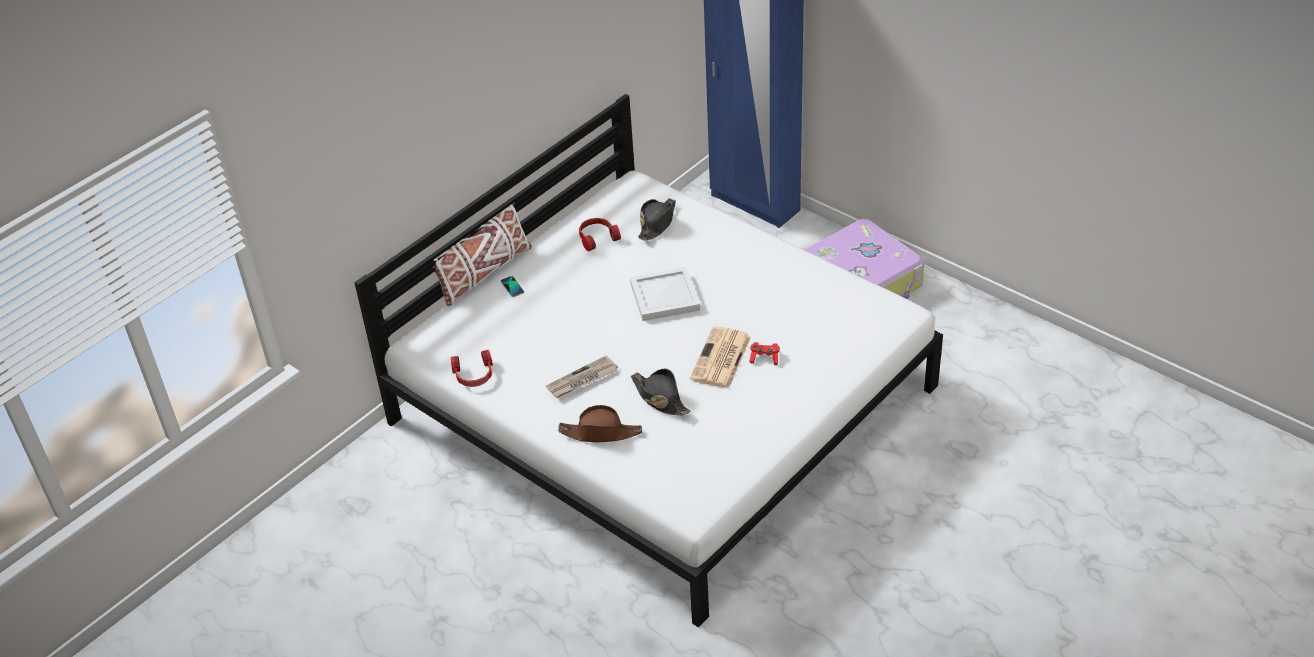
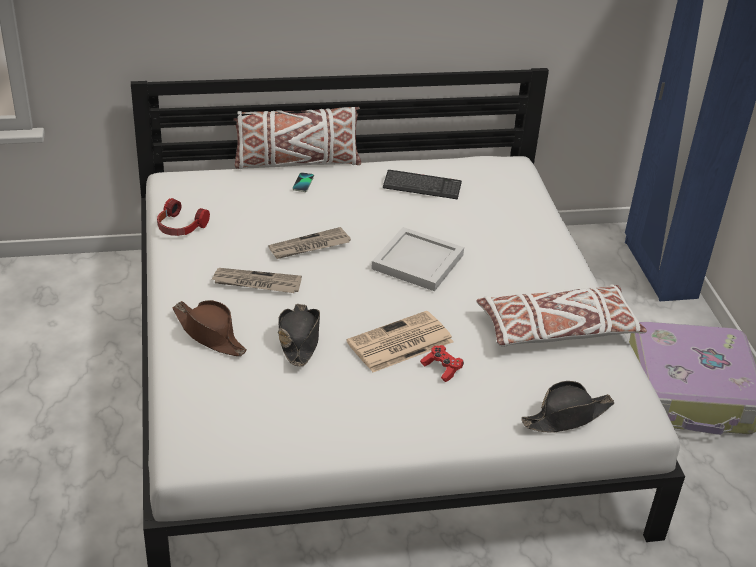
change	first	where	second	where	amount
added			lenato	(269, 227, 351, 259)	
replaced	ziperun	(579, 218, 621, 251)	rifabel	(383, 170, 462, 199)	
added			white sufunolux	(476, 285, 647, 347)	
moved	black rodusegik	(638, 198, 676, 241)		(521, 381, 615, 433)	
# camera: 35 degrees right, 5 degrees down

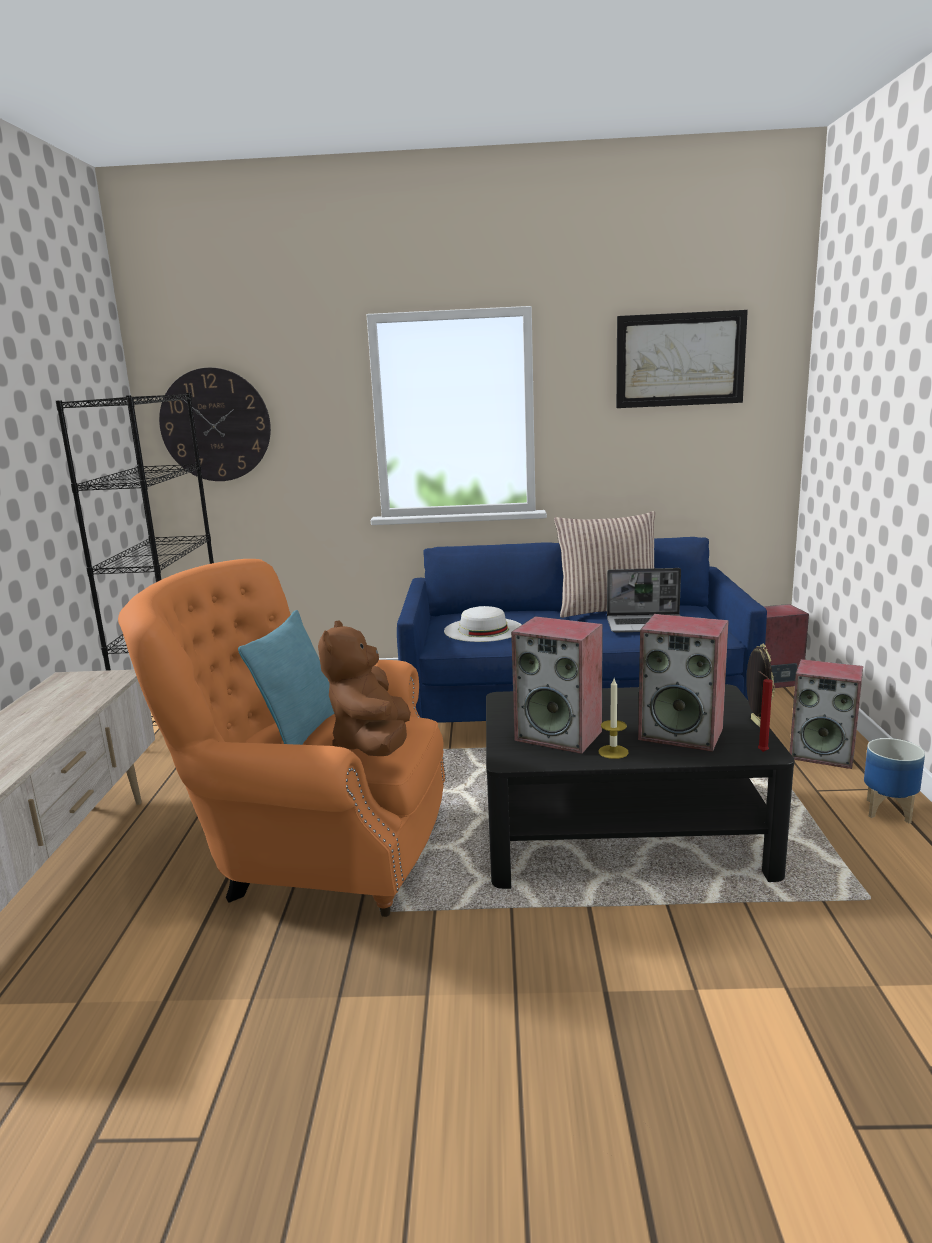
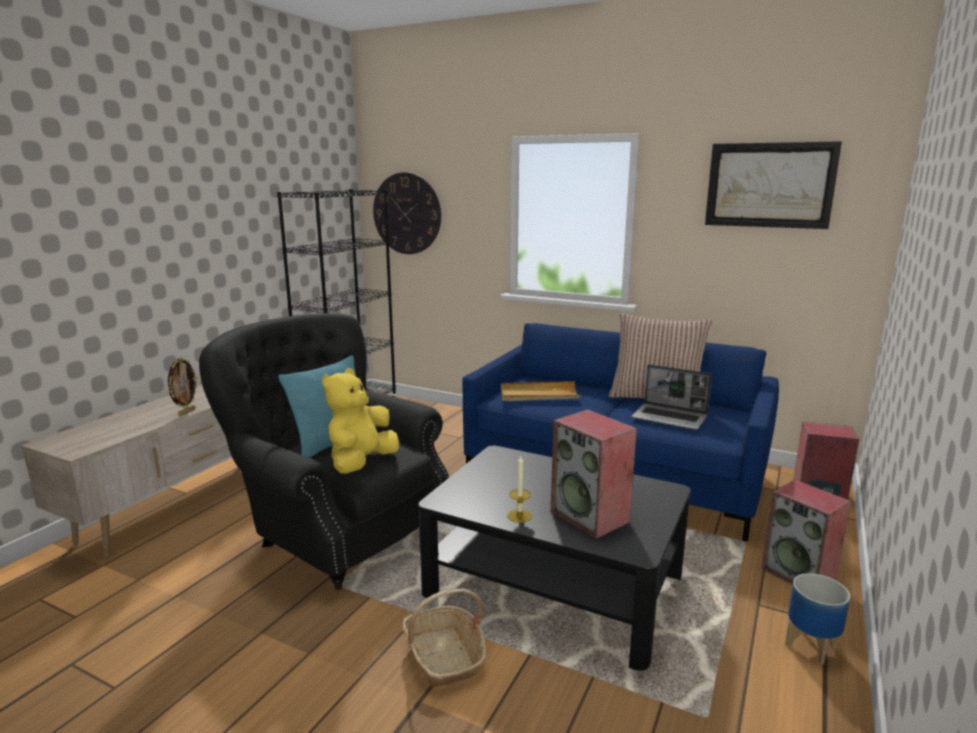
change	first	where	second	where	amount
moved	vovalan	(746, 644, 775, 727)		(168, 357, 198, 416)	
recoloured	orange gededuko	(118, 559, 446, 917)	black gededuko	(199, 313, 449, 590)	
recoloured	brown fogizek	(318, 620, 411, 756)	yellow fogizek	(322, 369, 399, 474)	
added			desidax	(402, 589, 486, 687)	
replaced	white rodusegik	(444, 606, 521, 642)	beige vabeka	(501, 381, 580, 401)	
removed	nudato	(511, 616, 603, 754)			
removed	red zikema	(758, 671, 773, 752)			
# camera: 25 degrees right, 0 degrees up

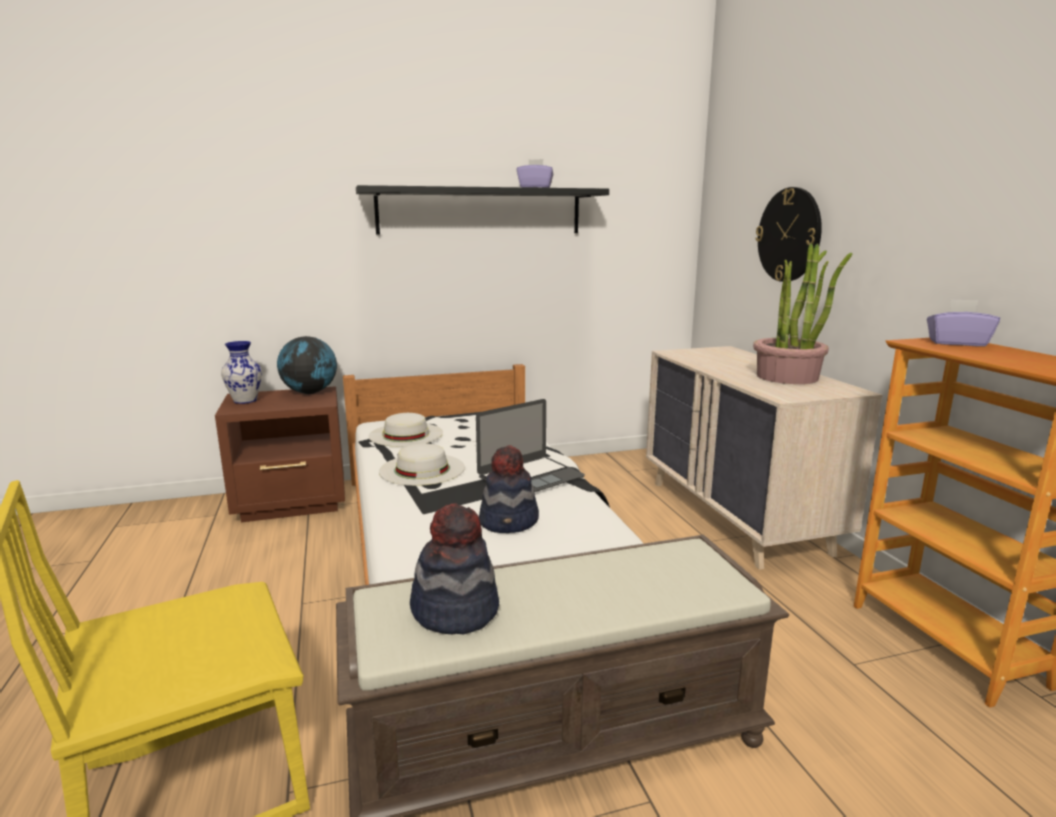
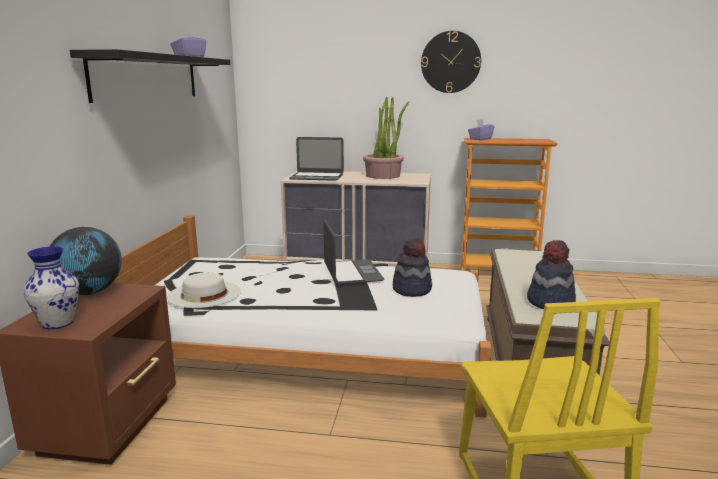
change	first	where	second	where	amount
added			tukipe	(289, 137, 344, 181)	
moved	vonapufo	(756, 187, 822, 282)		(421, 31, 481, 93)	
removed	white rodusegik	(379, 443, 465, 486)			
# camera: 65 degrees left, 0 degrees up

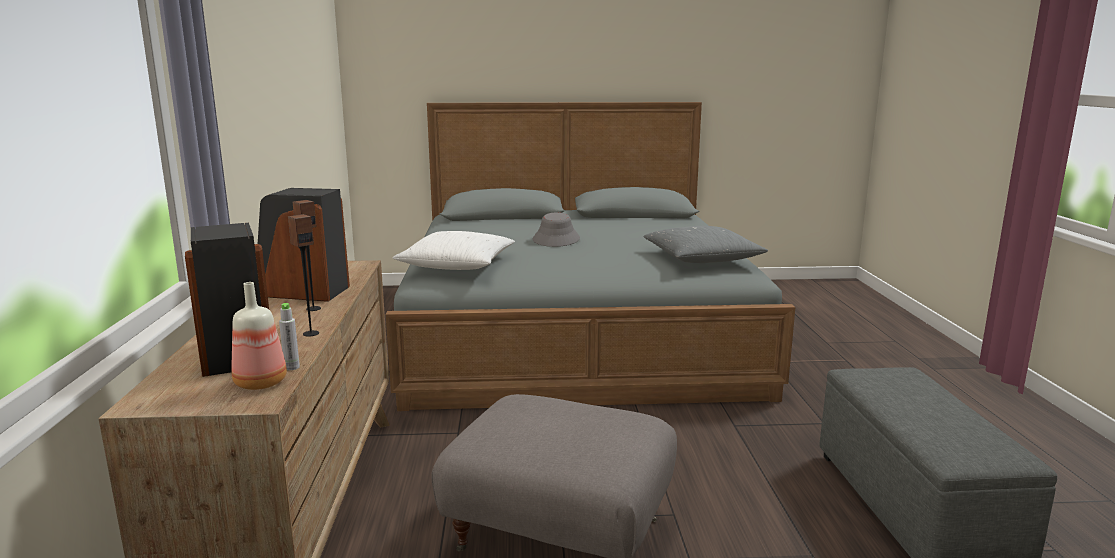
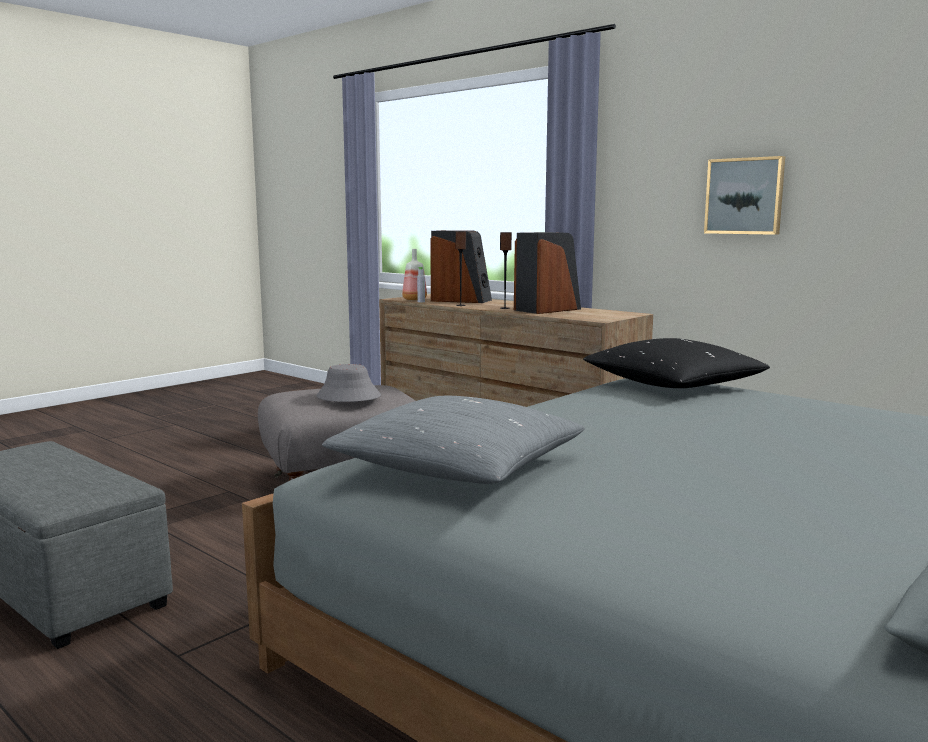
change	first	where	second	where	amount
moved	grey rodusegik	(533, 212, 580, 247)		(316, 364, 381, 402)	
recoloured	white sufunolux	(393, 231, 515, 270)	black sufunolux	(583, 338, 770, 388)	
added			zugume	(704, 156, 785, 235)	
# camera: 135 degrees right, 5 degrees down

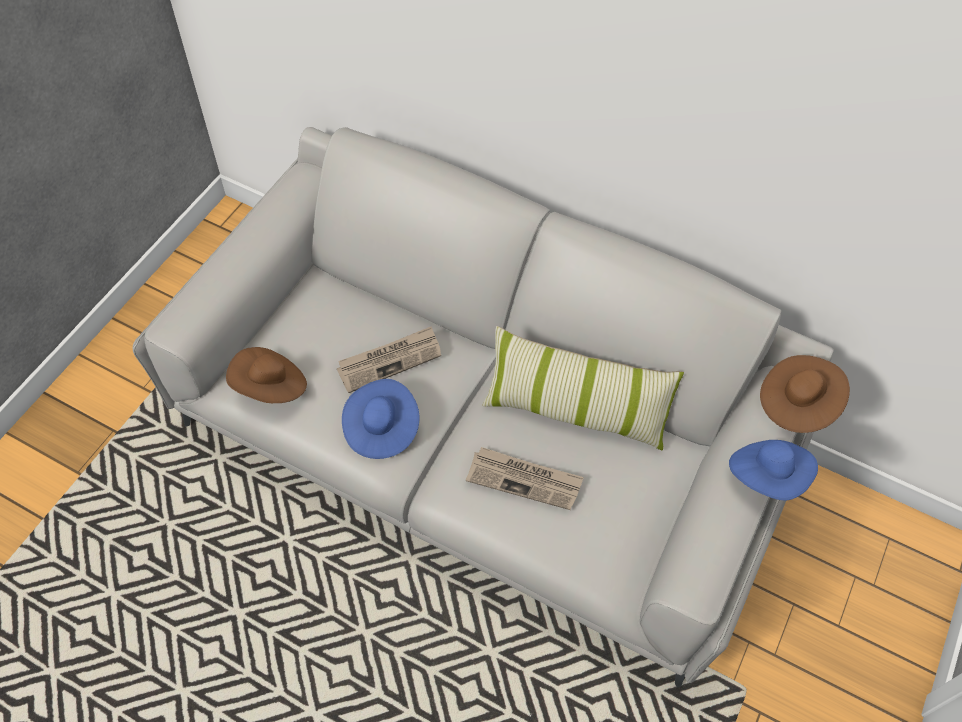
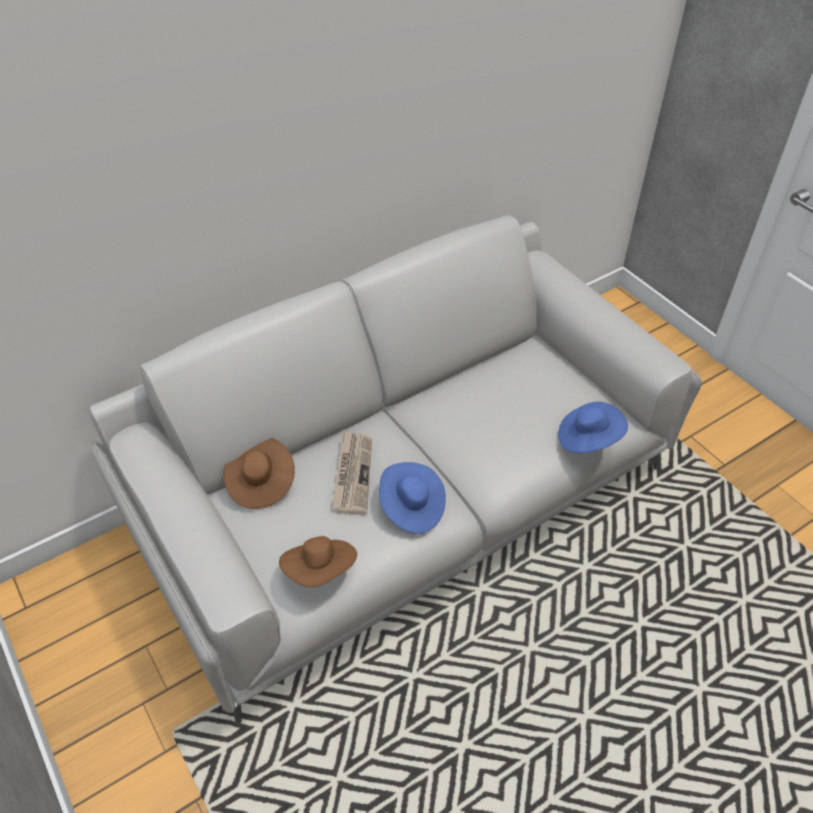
change	first	where	second	where	amount
moved	brown rodusegik	(760, 355, 850, 433)		(223, 438, 295, 509)	
moved	blue rodusegik	(729, 440, 818, 500)		(558, 402, 628, 453)	
removed	lenato	(466, 447, 584, 510)			
removed	sufunolux	(482, 326, 684, 450)			
# camera: 60 degrees left, 10 degrees down

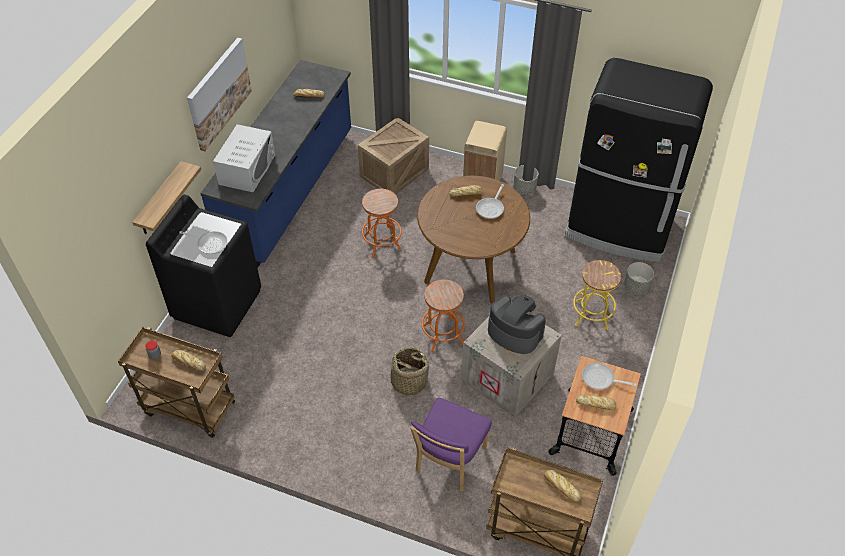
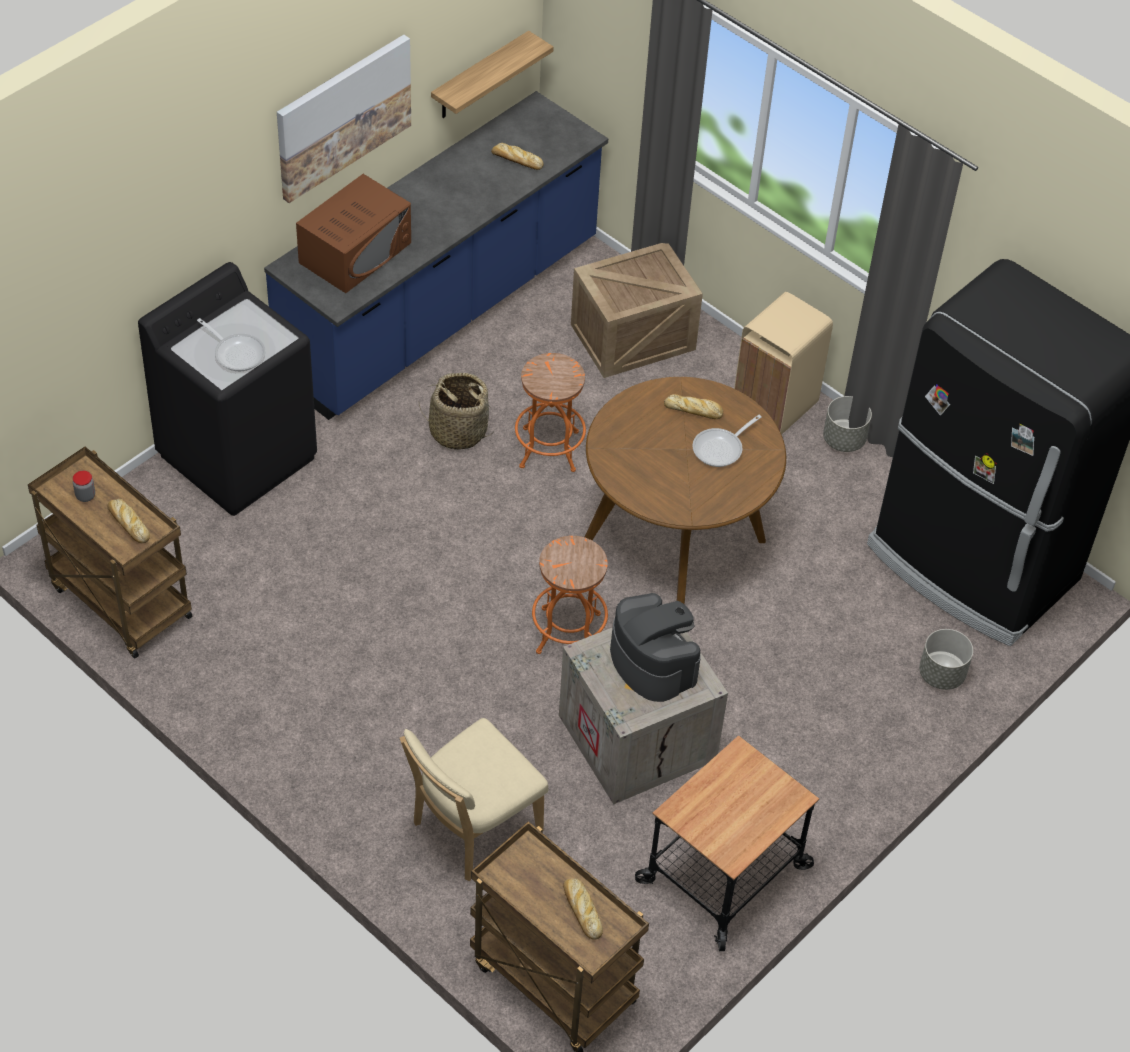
change	first	where	second	where	amount
recoloured	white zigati	(213, 124, 275, 192)	brown zigati	(296, 174, 411, 293)	
recoloured	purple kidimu	(410, 398, 492, 491)	beige kidimu	(400, 718, 548, 881)	
moved	desidax	(382, 347, 433, 396)		(419, 373, 493, 450)	
moved	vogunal	(132, 161, 201, 234)		(431, 31, 554, 118)	
removed	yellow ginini	(573, 260, 621, 330)			
removed	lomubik	(576, 394, 616, 410)			
removed	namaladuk	(582, 362, 636, 390)			
# camera: 20 degrees right, 0 degrees up

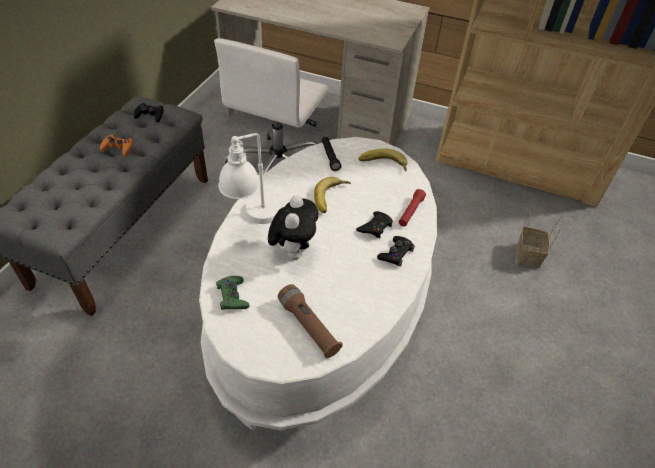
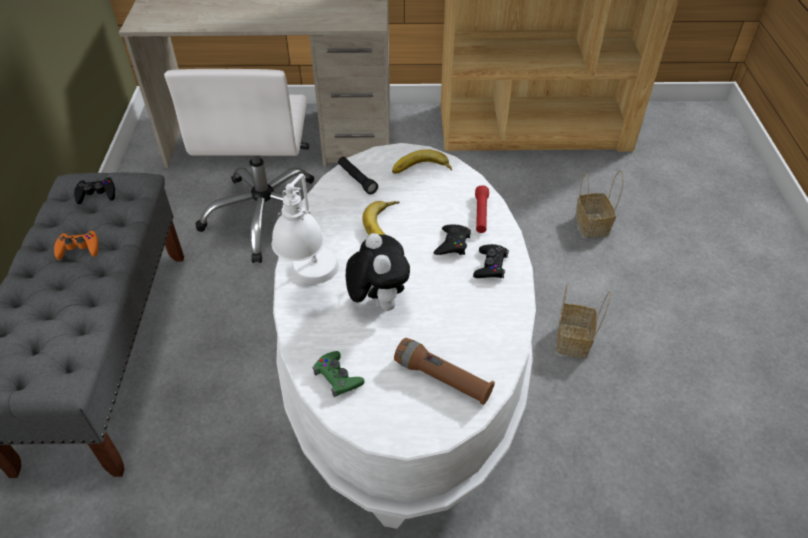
change	first	where	second	where	amount
added			desidax	(556, 284, 611, 359)	
# camera: 20 degrees left, 0 degrees up

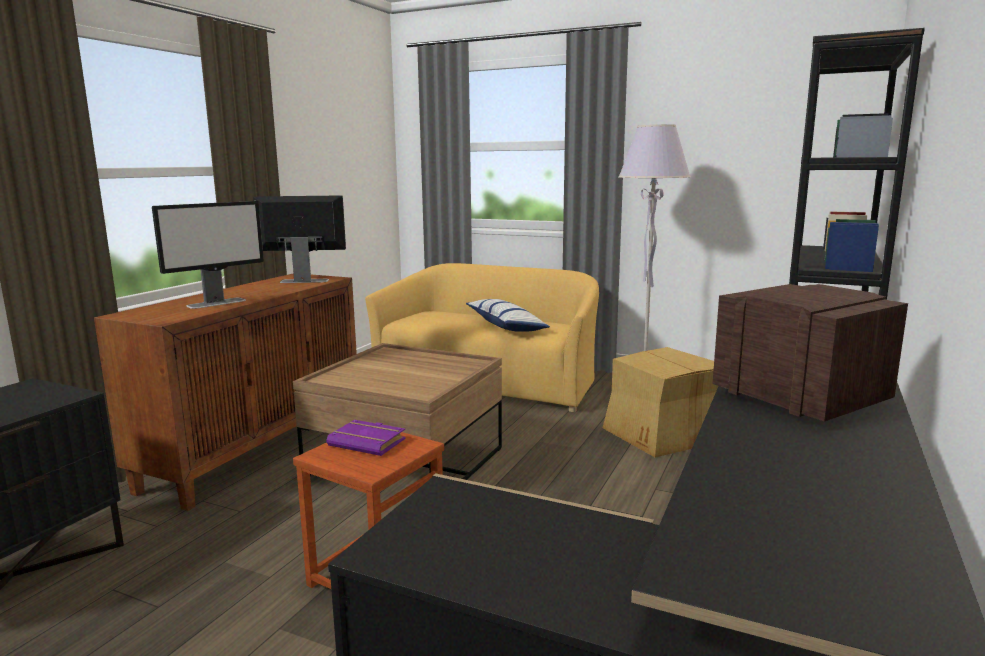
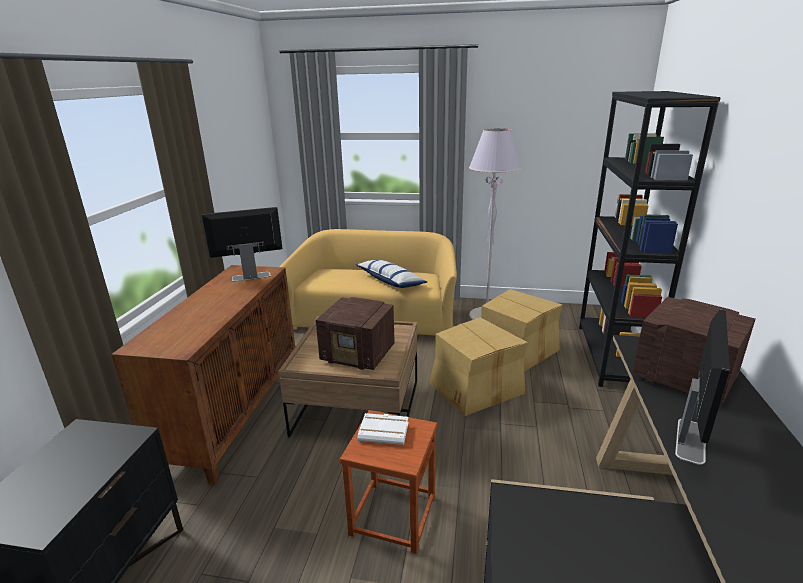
change	first	where	second	where	amount
added			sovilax	(316, 297, 395, 370)	
recoloured	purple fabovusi	(327, 420, 406, 456)	white fabovusi	(357, 413, 409, 445)	
added			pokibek	(429, 317, 528, 416)	
moved	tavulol	(152, 201, 264, 309)		(675, 310, 730, 465)	
# camera: 15 degrees left, 10 degrees up

